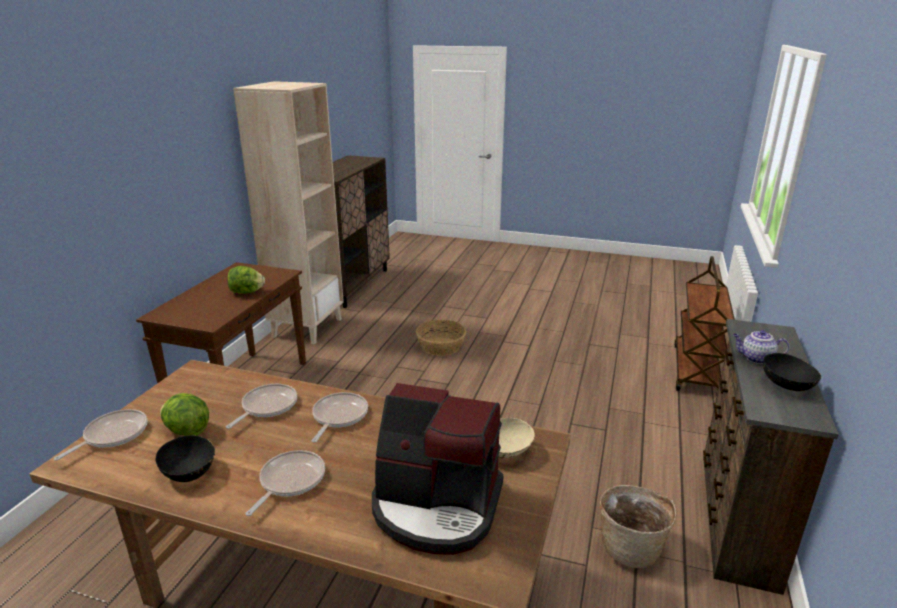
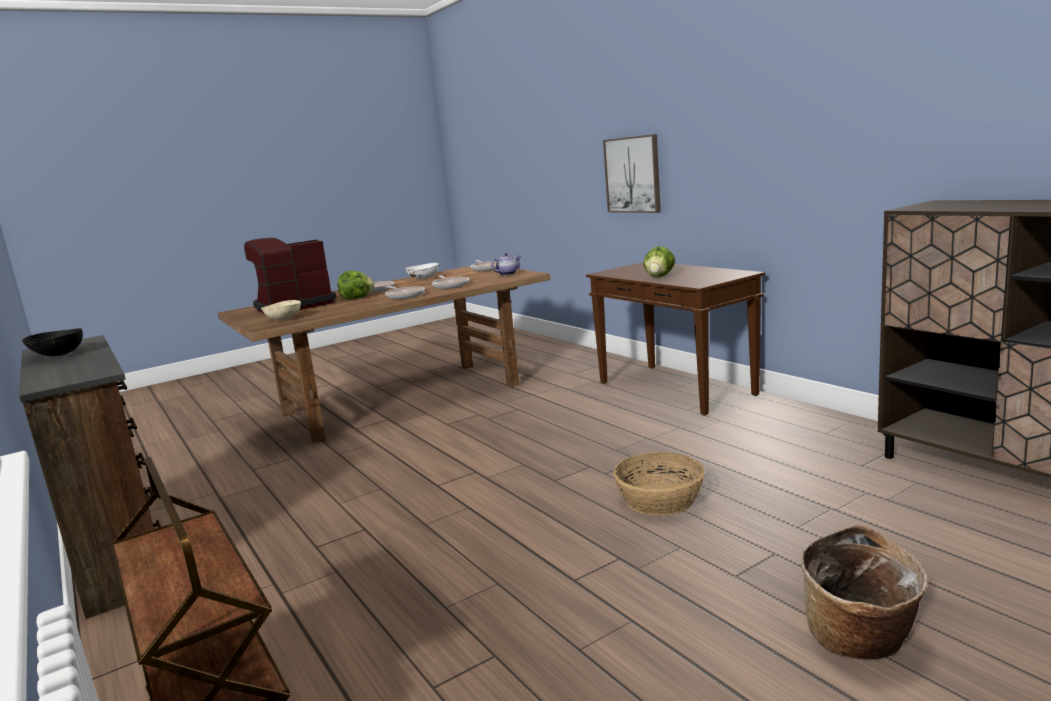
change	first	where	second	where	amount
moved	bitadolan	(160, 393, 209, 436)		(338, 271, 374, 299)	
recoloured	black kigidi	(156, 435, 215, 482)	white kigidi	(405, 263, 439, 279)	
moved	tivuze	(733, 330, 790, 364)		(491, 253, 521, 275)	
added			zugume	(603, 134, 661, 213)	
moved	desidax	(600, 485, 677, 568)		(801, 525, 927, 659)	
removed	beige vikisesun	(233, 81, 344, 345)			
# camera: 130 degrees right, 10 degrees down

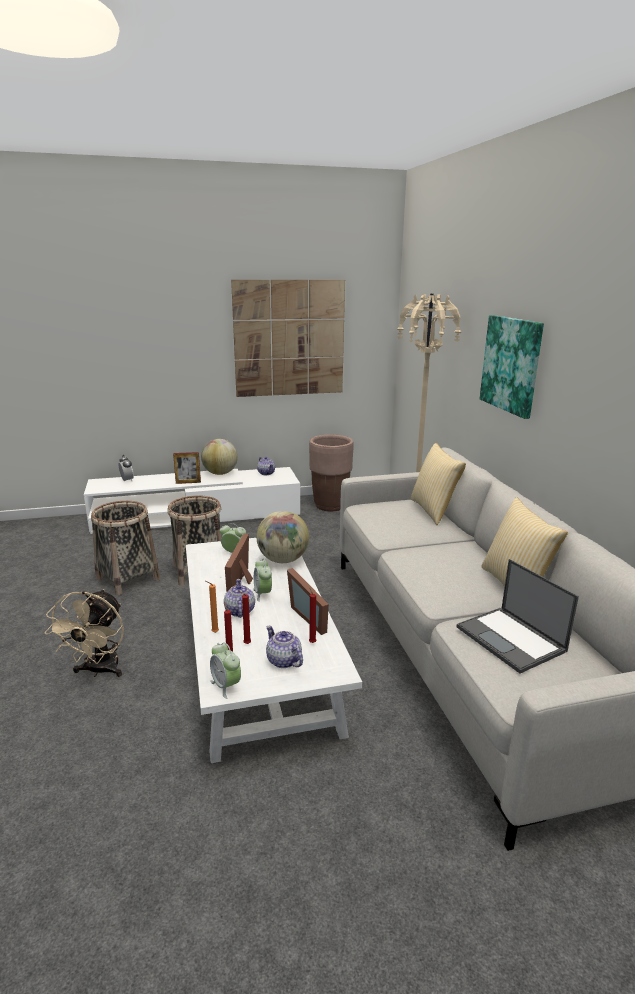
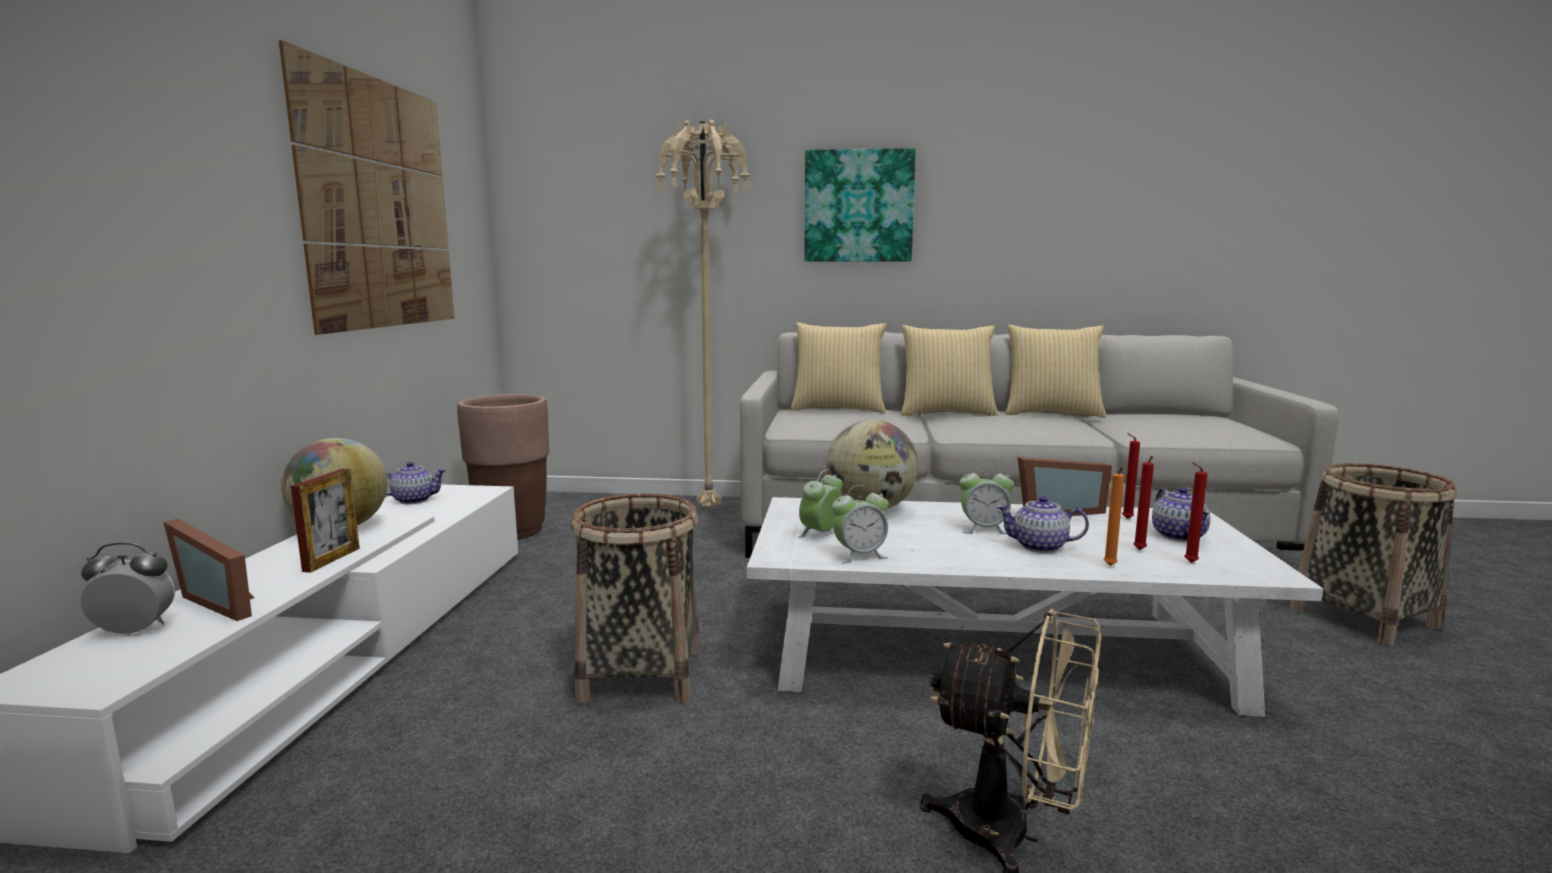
change	first	where	second	where	amount
moved	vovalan	(225, 534, 253, 592)		(163, 519, 254, 621)	
moved	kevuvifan	(210, 642, 241, 699)		(832, 485, 889, 563)	
added			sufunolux	(901, 325, 999, 416)	
turned	tivuze	(266, 626, 303, 668)		(1152, 487, 1210, 542)	75 degrees counterclockwise
moved	desidax	(91, 501, 160, 595)		(1290, 463, 1457, 646)	
removed	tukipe	(457, 559, 579, 673)			
# camera: 70 degrees left, 10 degrees down

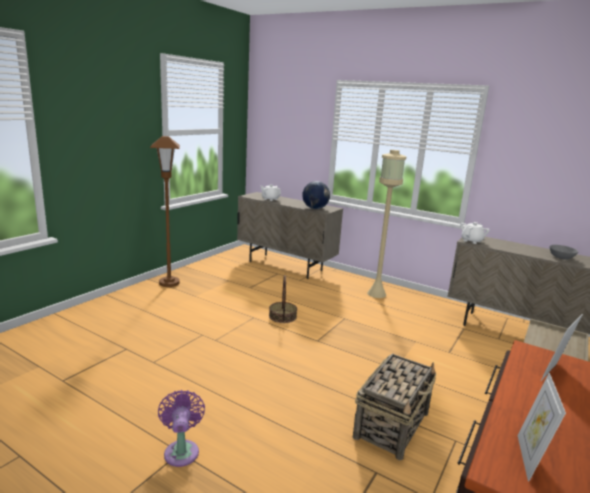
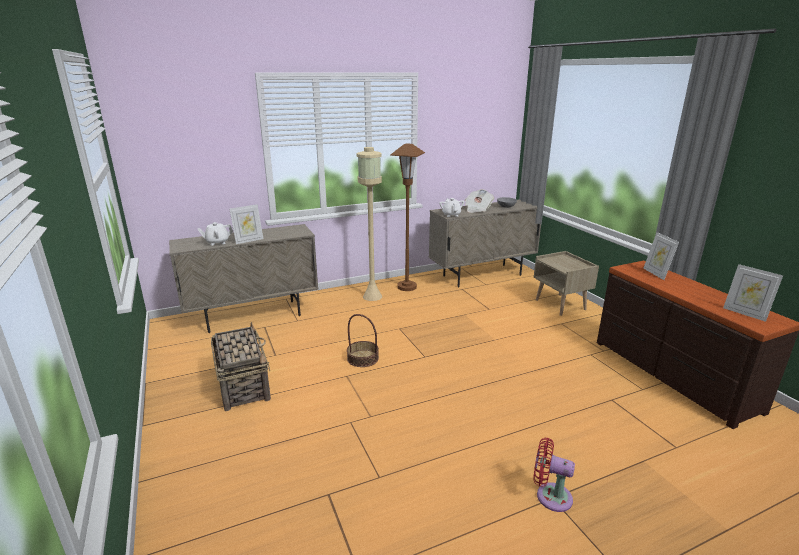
change	first	where	second	where	amount
moved	desidax	(353, 353, 436, 460)		(211, 322, 271, 411)	
added			vovalan	(229, 204, 263, 244)	
moved	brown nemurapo	(150, 136, 180, 287)		(390, 143, 425, 291)	
added			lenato	(465, 189, 494, 213)	
recoloured	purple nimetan	(158, 390, 205, 467)	red nimetan	(533, 438, 575, 512)	
removed	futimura	(302, 181, 330, 209)			
# camera: 55 degrees left, 5 degrees up

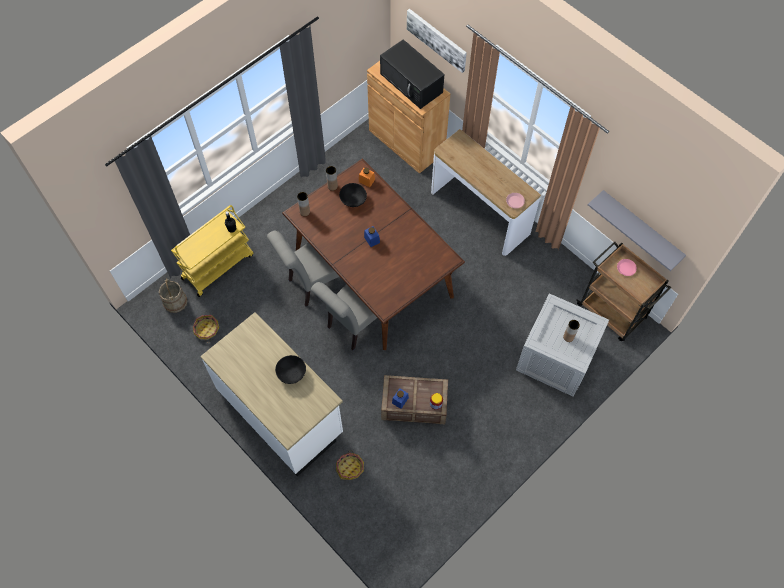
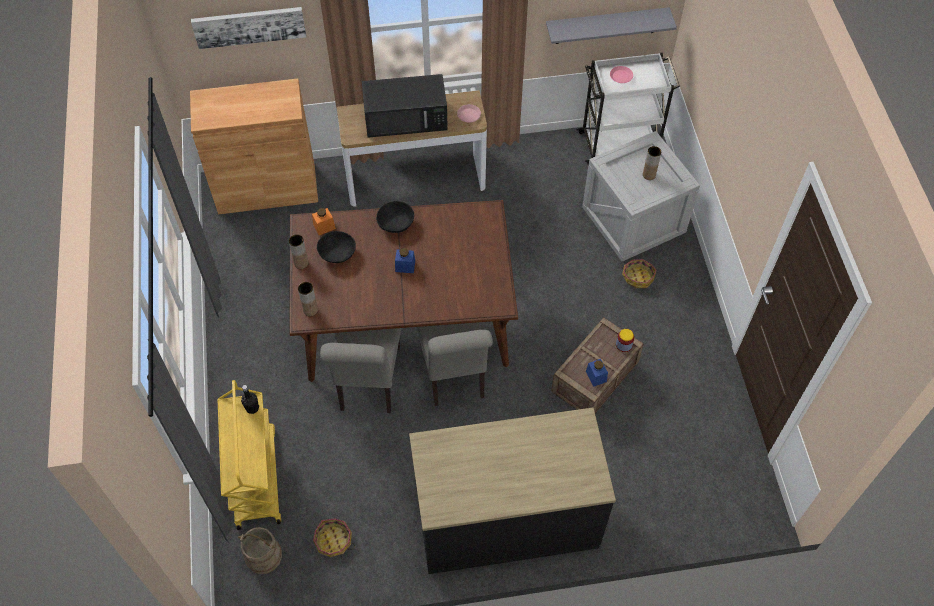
change	first	where	second	where	amount
moved	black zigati	(380, 40, 444, 109)		(362, 74, 448, 138)	
moved	black kigidi	(275, 355, 306, 384)		(376, 201, 414, 233)	
recoloured	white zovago	(200, 312, 343, 477)	black zovago	(409, 408, 616, 574)	
recoloured	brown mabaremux	(576, 242, 671, 341)	white mabaremux	(576, 53, 680, 165)	
moved	desidax	(336, 450, 364, 480)		(621, 259, 656, 288)	
# camera: 55 degrees left, 5 degrees down

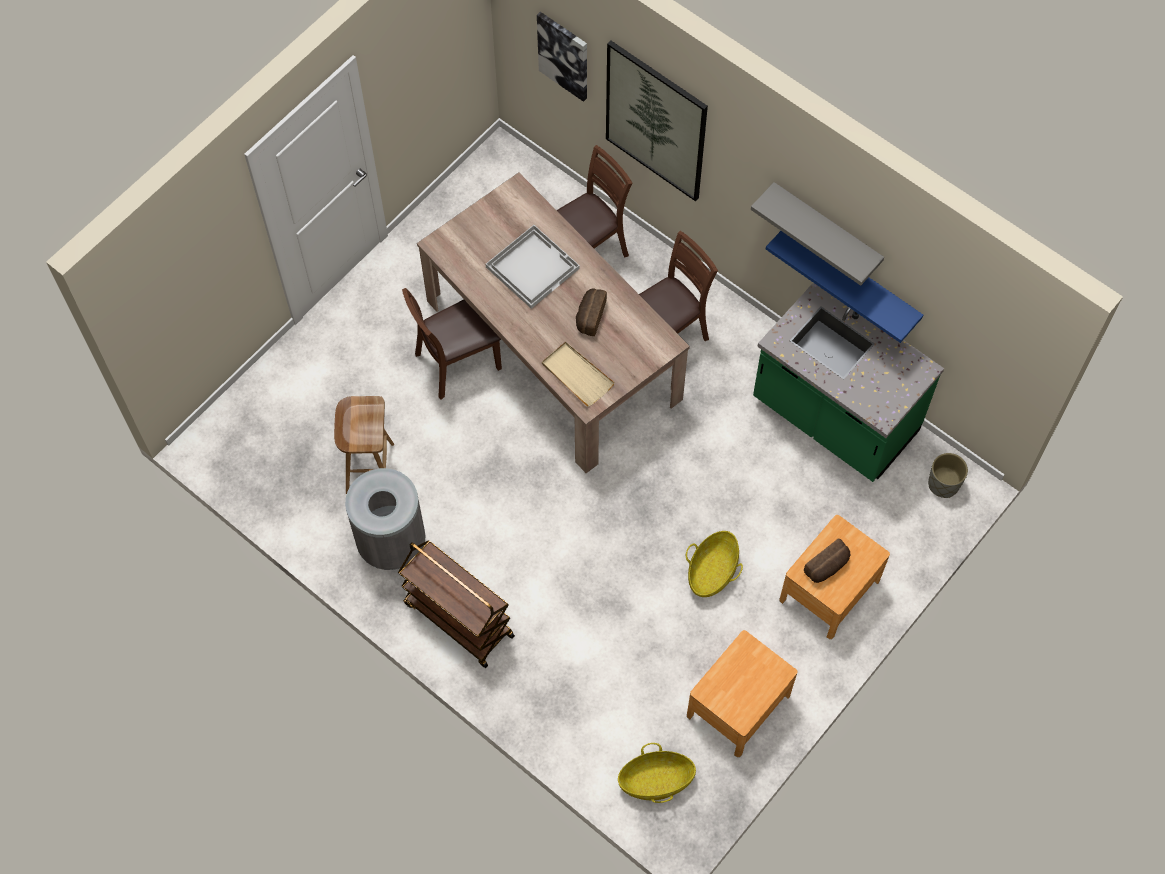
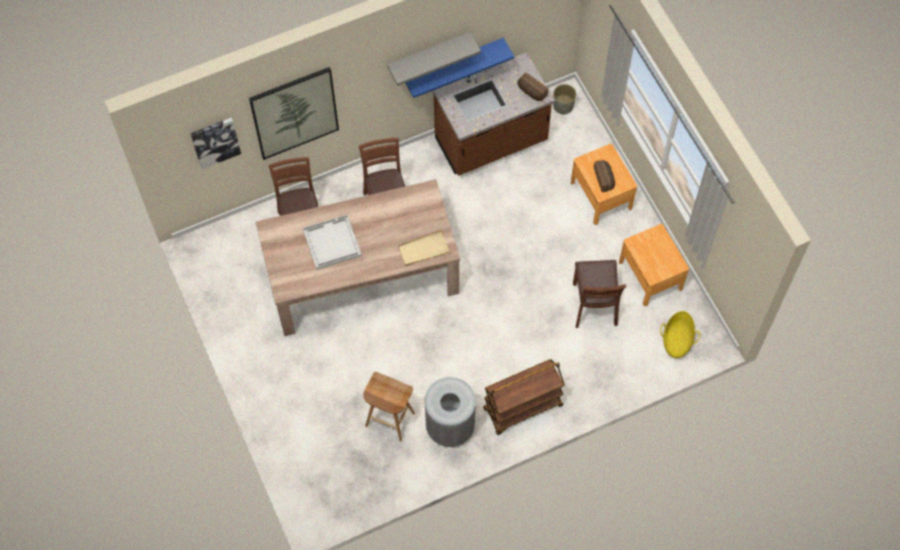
change	first	where	second	where	amount
recoloured	green zovago	(753, 283, 944, 482)	brown zovago	(433, 52, 555, 176)	
moved	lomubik	(576, 289, 607, 336)		(517, 73, 548, 101)	
moved	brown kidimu	(402, 288, 502, 400)		(573, 260, 626, 328)	
removed	desidax	(686, 531, 743, 597)			
# camera: 65 degrees left, 0 degrees up

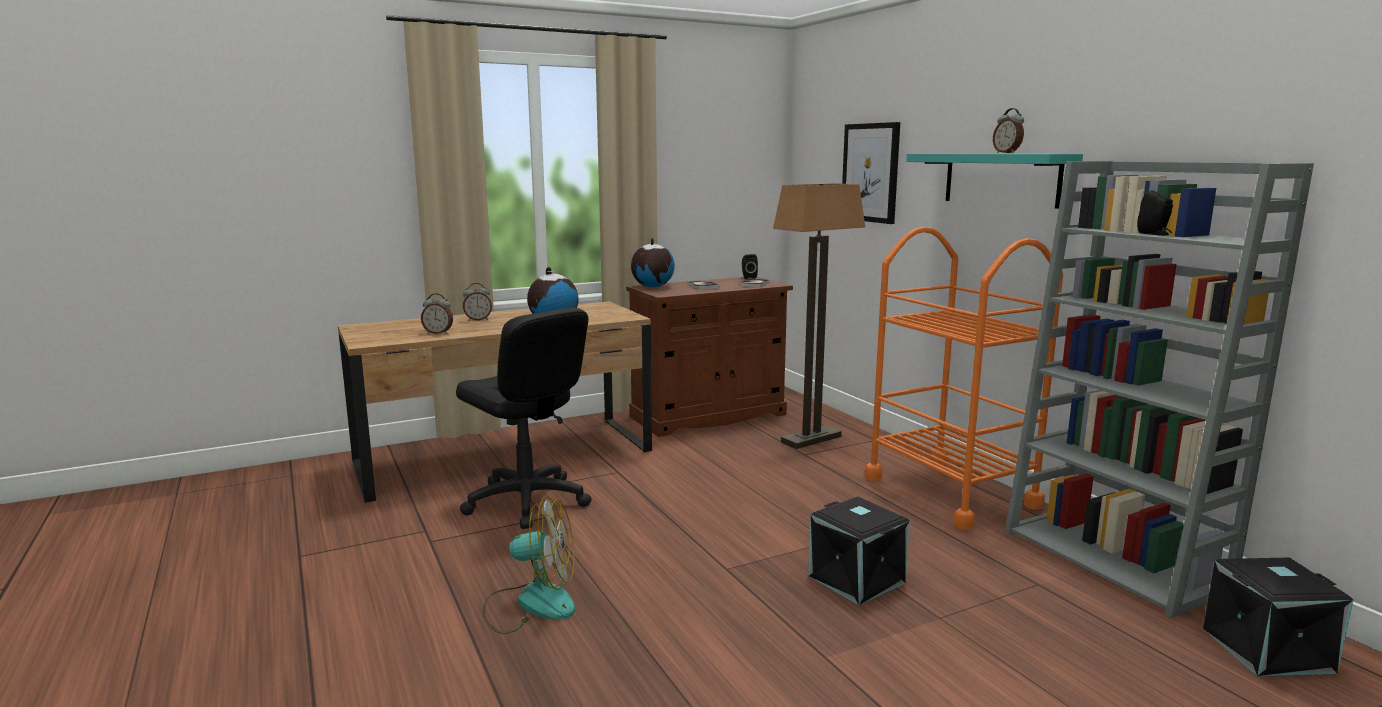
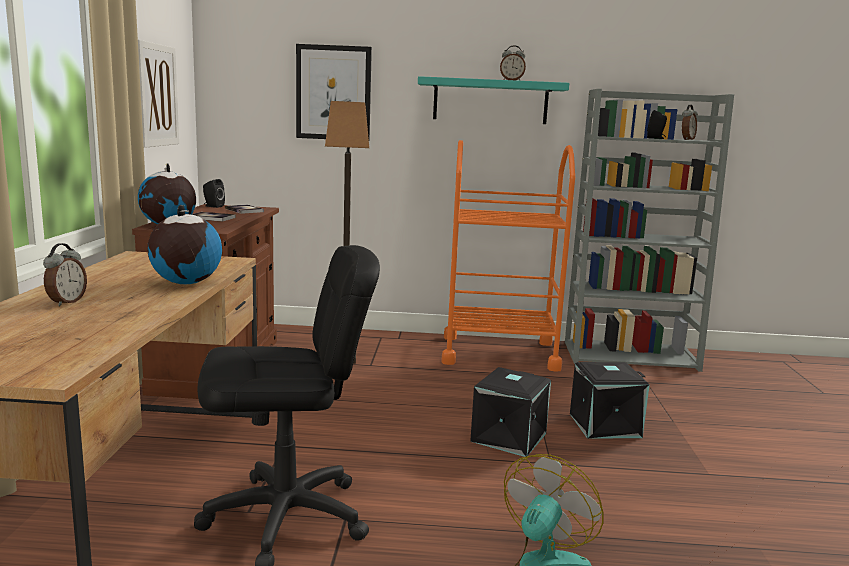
change	first	where	second	where	amount
added			zugume	(138, 40, 179, 148)	
moved	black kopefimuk	(1203, 557, 1354, 676)		(470, 367, 551, 457)	
moved	kevuvifan	(421, 293, 453, 334)		(682, 104, 698, 140)	
# camera: 60 degrees left, 0 degrees up

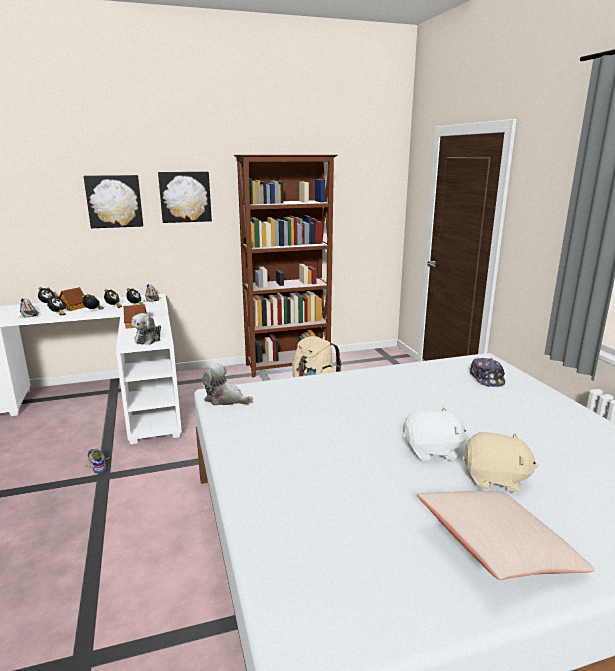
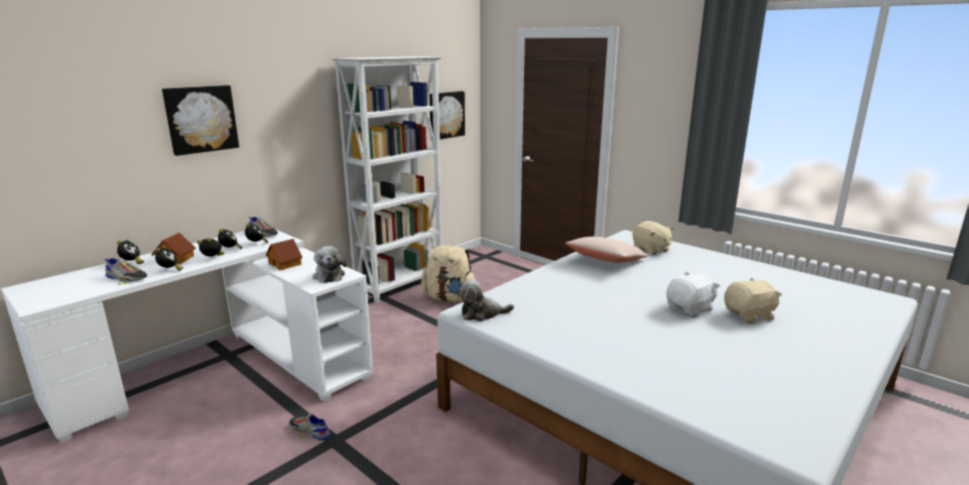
change	first	where	second	where	amount
recoloured	brown vikisesun	(234, 155, 338, 378)	white vikisesun	(331, 56, 443, 303)	
moved	zugume	(158, 172, 212, 223)		(429, 91, 465, 139)	
moved	beige sufunolux	(417, 491, 595, 580)		(565, 237, 648, 263)	
replaced	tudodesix	(470, 358, 505, 387)	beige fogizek	(633, 221, 673, 255)	
# camera: 30 degrees left, 0 degrees up

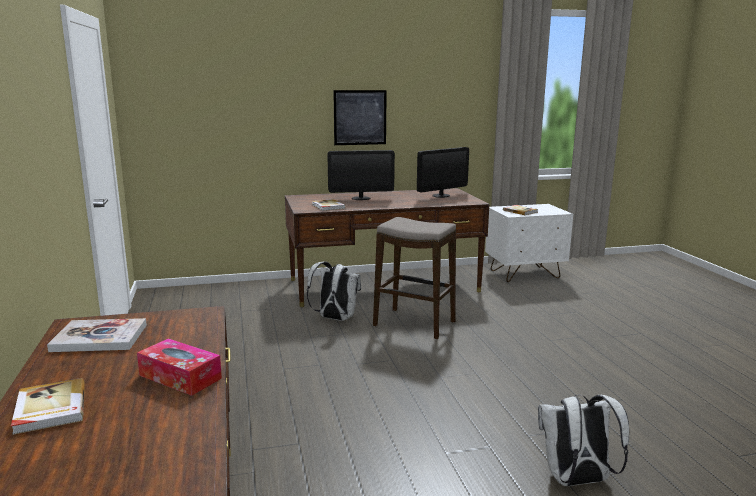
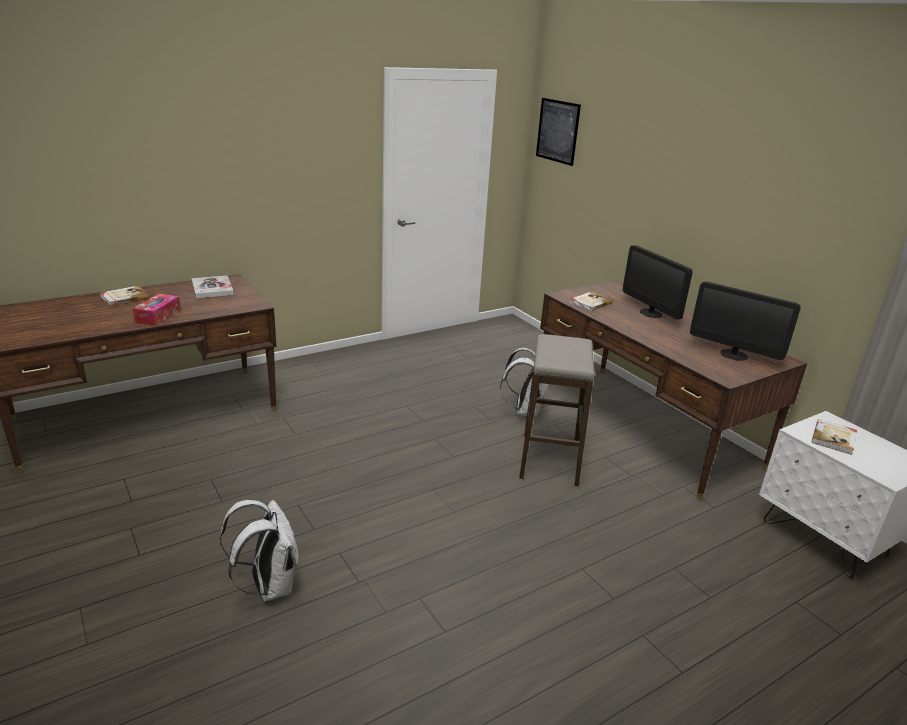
change	first	where	second	where	amount
moved	zugume	(333, 90, 387, 145)		(536, 98, 581, 166)	
# camera: 70 degrees right, 10 degrees up

